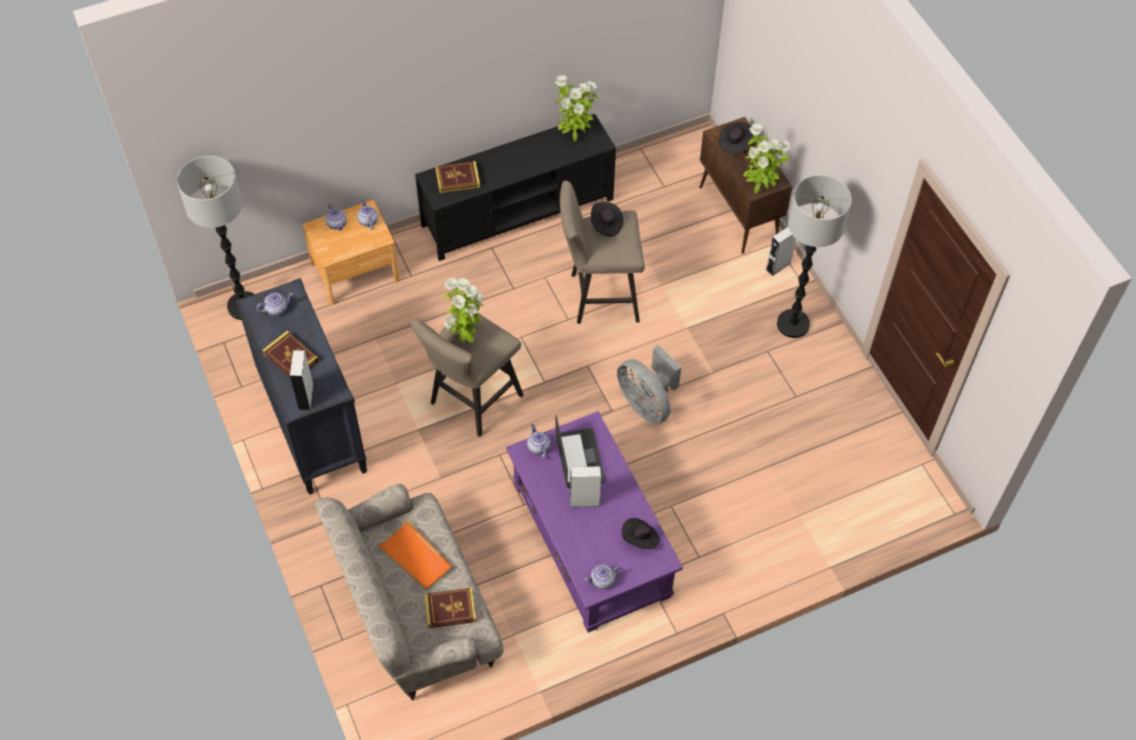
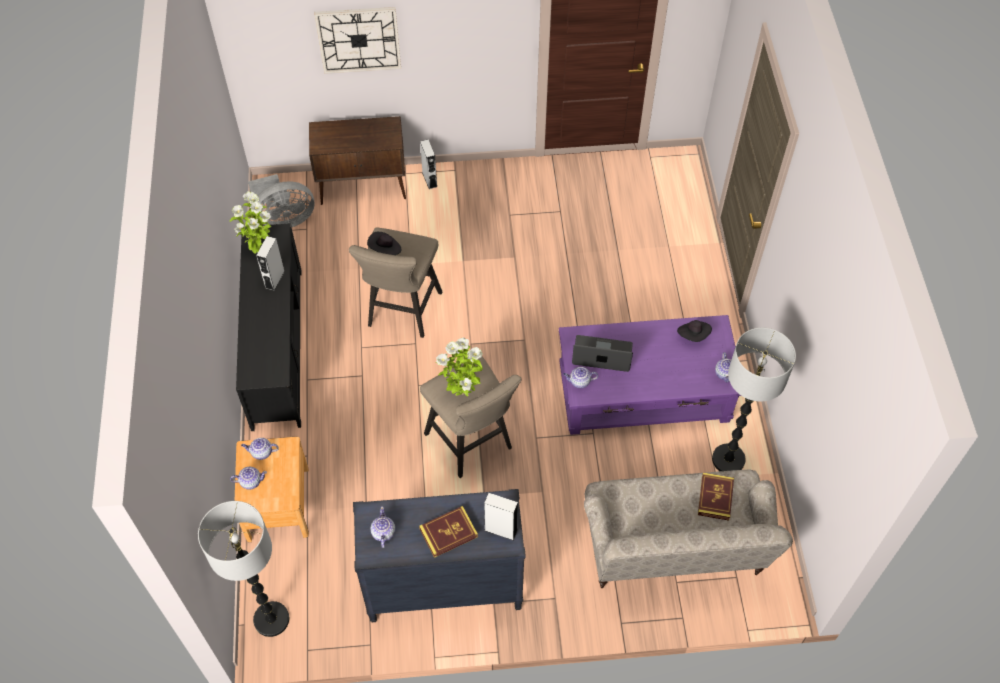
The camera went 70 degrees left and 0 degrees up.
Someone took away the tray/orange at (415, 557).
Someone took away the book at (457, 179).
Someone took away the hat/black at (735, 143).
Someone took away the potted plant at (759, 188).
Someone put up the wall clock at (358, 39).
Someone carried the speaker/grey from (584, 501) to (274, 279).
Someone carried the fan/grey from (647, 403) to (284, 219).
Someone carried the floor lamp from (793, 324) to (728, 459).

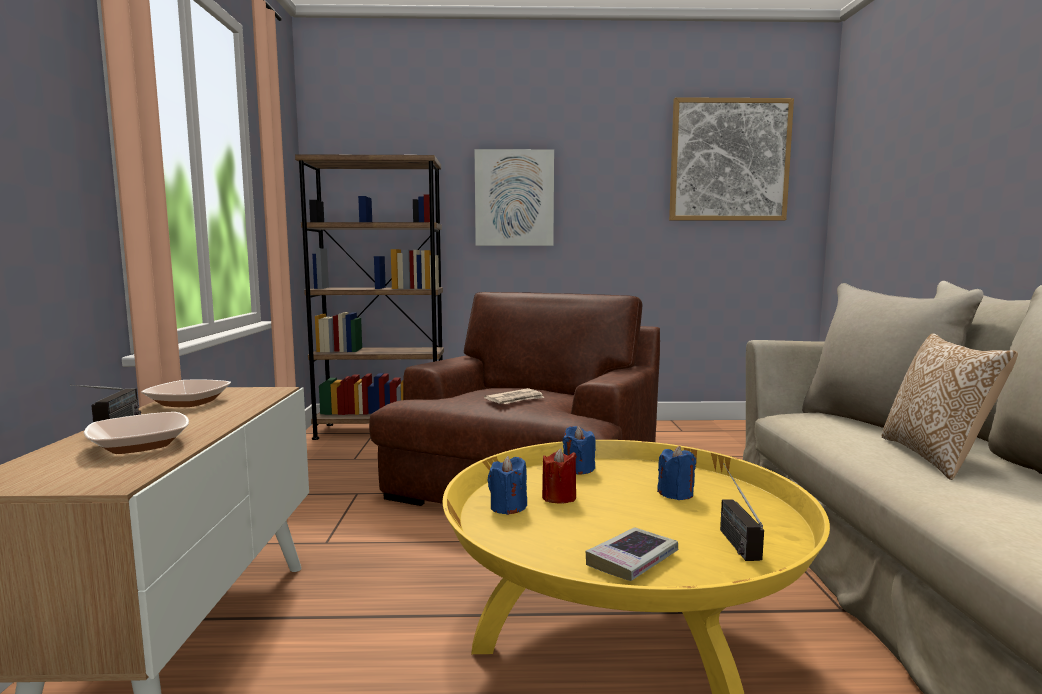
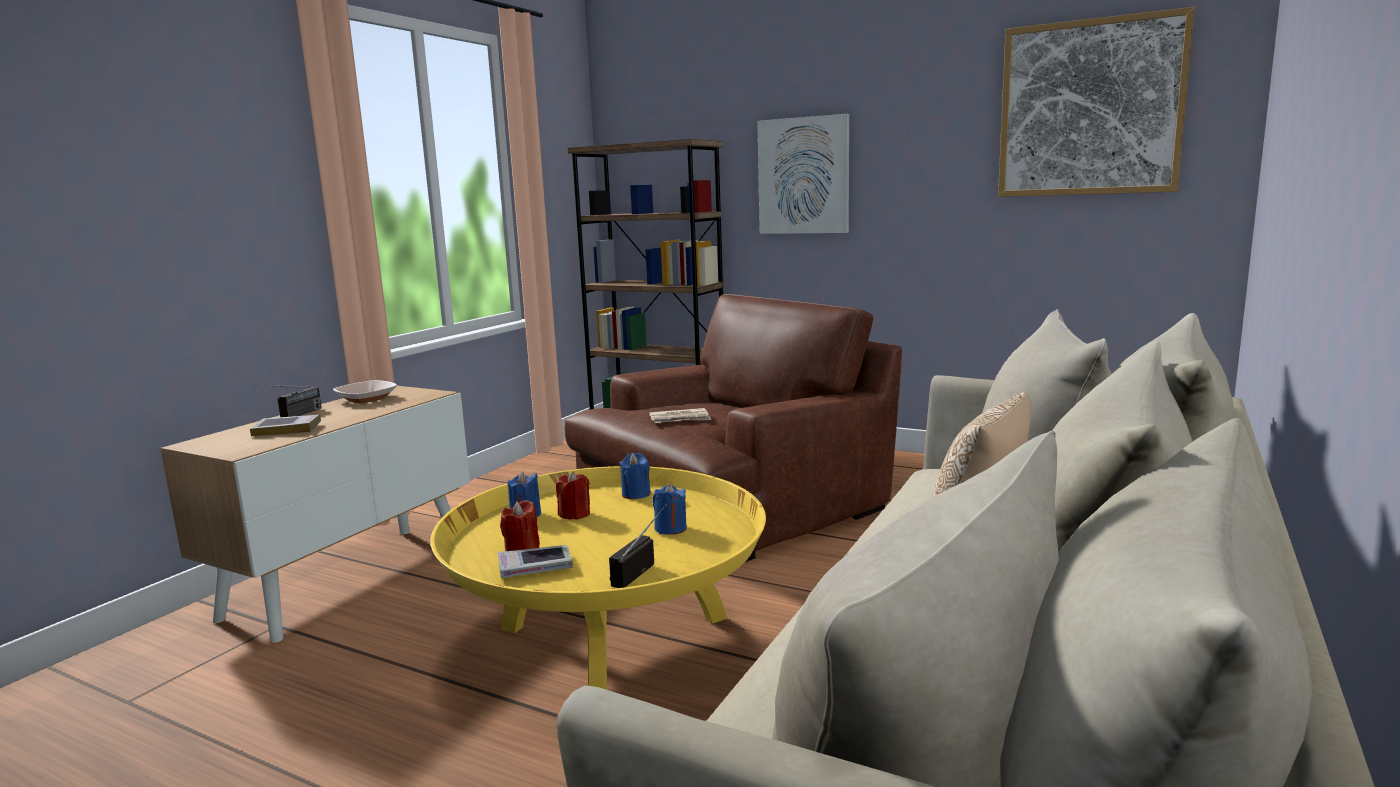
The camera went 30 degrees right and 5 degrees up.
Someone put down the candle/red at (522, 549).
Someone swapped the bowl at (140, 445) for the book at (287, 430).

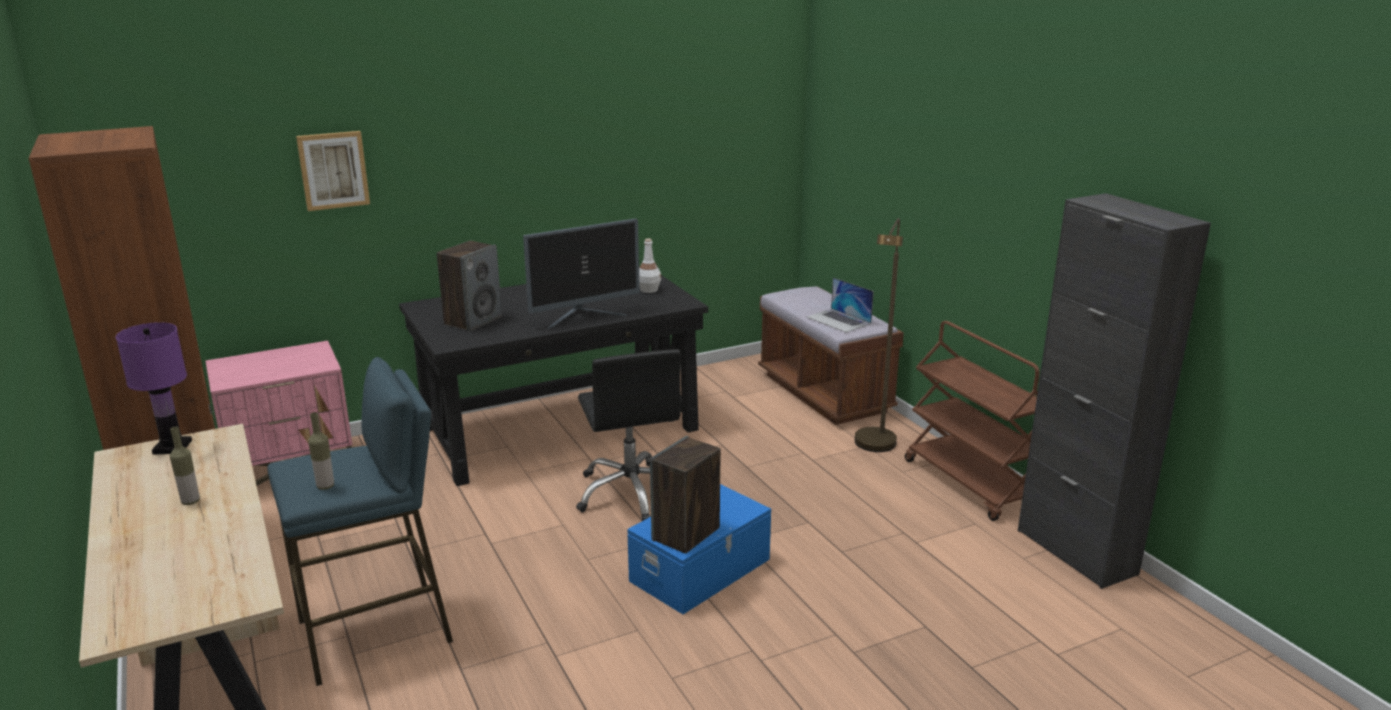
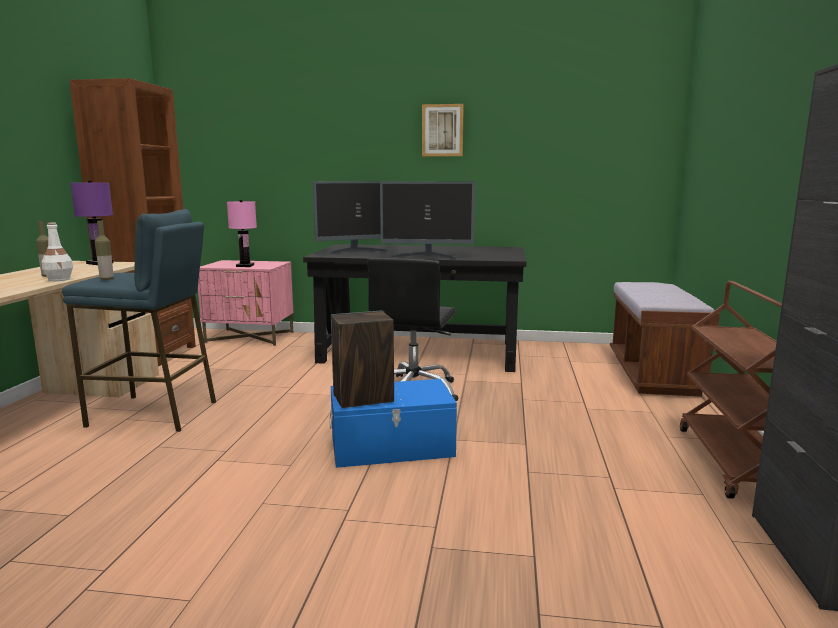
The camera went 35 degrees right and 10 degrees down.
Someone took away the laptop at (839, 320).
Someone took away the floor lamp/brown at (875, 448).
Someone put down the table lamp/pink at (245, 266).
Someone carried the picture from (333, 170) to (442, 130).
Someone carried the bottle/white from (649, 289) to (59, 279).
Someone swapped the speaker at (473, 320) for the monitor at (357, 251).

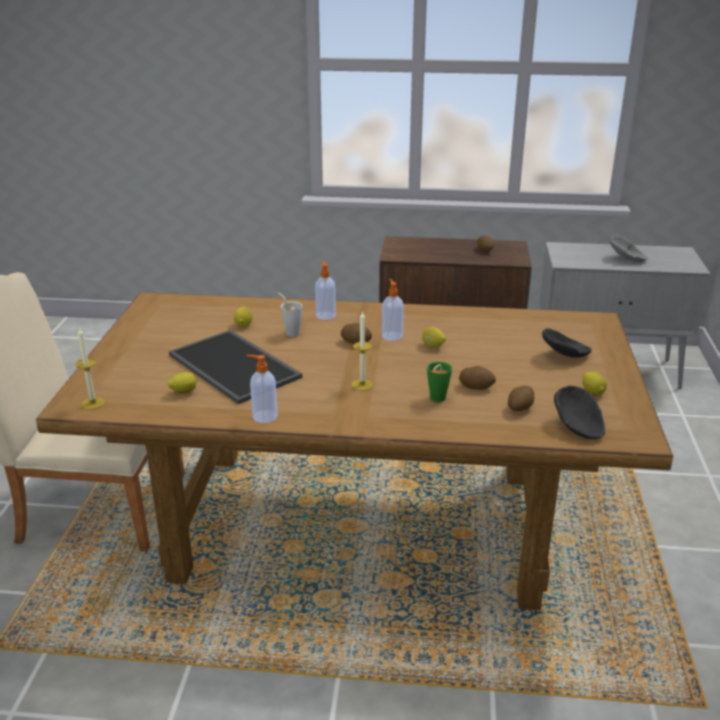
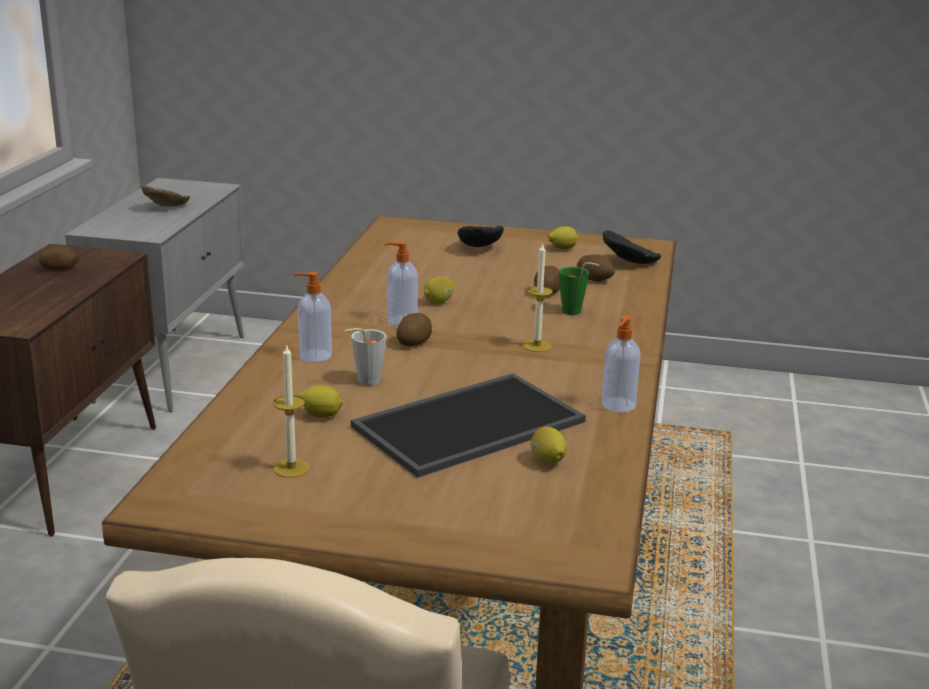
The camera went 85 degrees left and 5 degrees down.
Someone carried the candle from (93, 403) to (291, 468).
Someone repainted the bowl/grey at (627, 259), which became the bowl/brown at (169, 207).

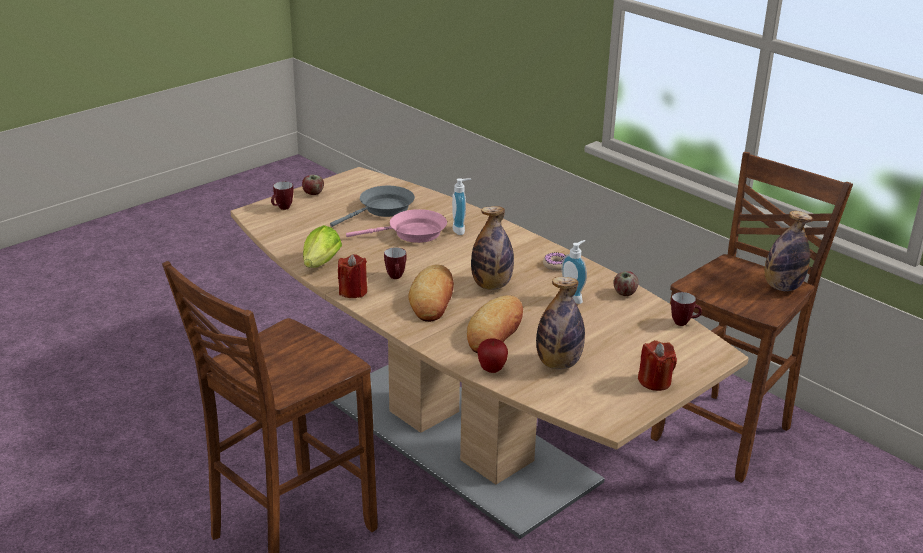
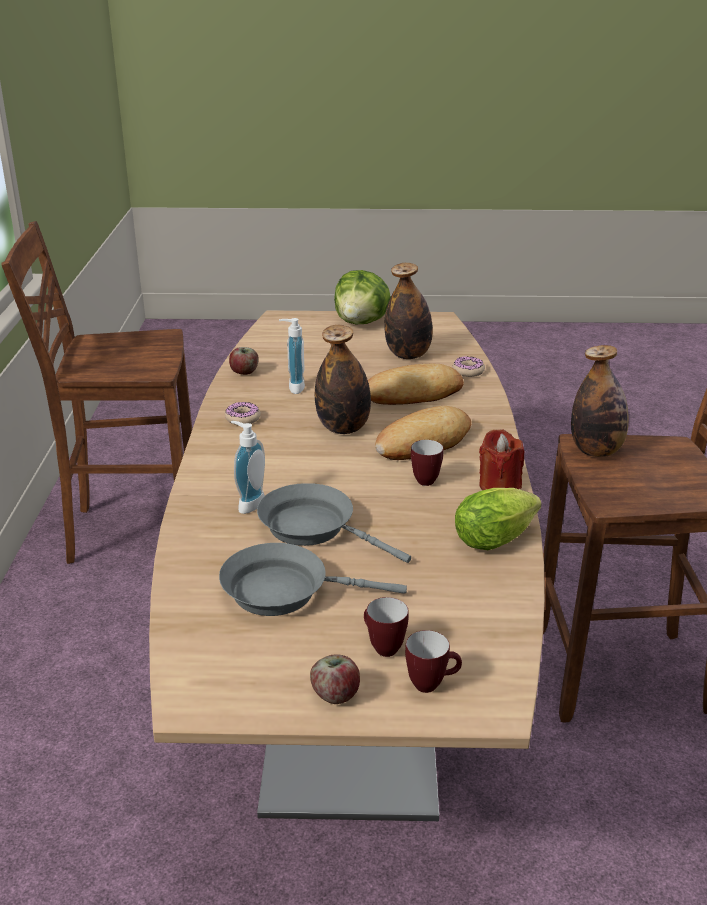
The camera went 135 degrees left and 0 degrees up.
Someone carried the mug from (684, 323) to (381, 647).
Someone carried the bottle from (782, 287) to (596, 451).
Someone swapped the apple at (491, 369) for the donut at (468, 371).
Someone swapped the candle/red at (654, 381) for the lettuce at (361, 323).
Someone repainted the frying pan/pink at (412, 233), which became the frying pan/grey at (314, 528).

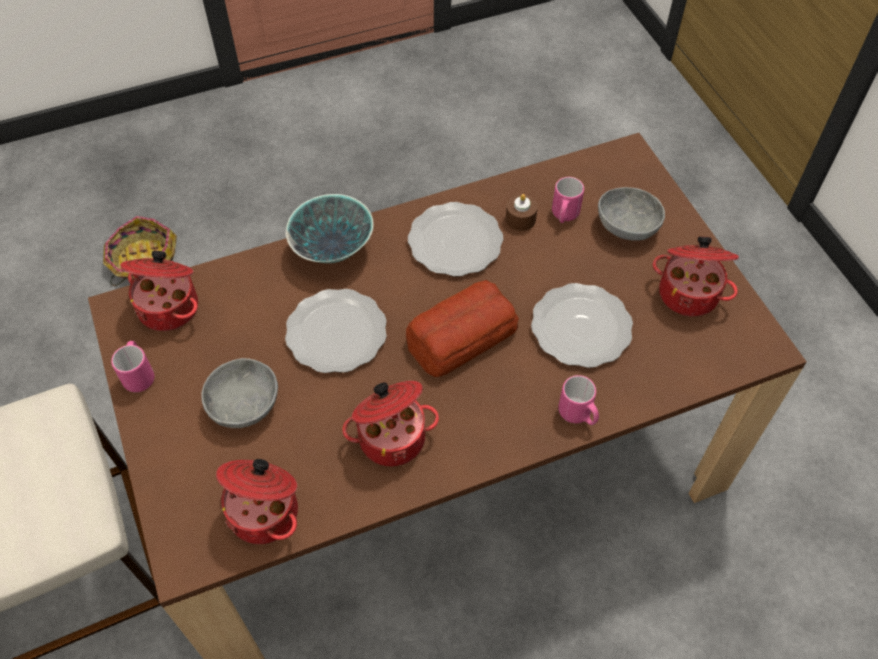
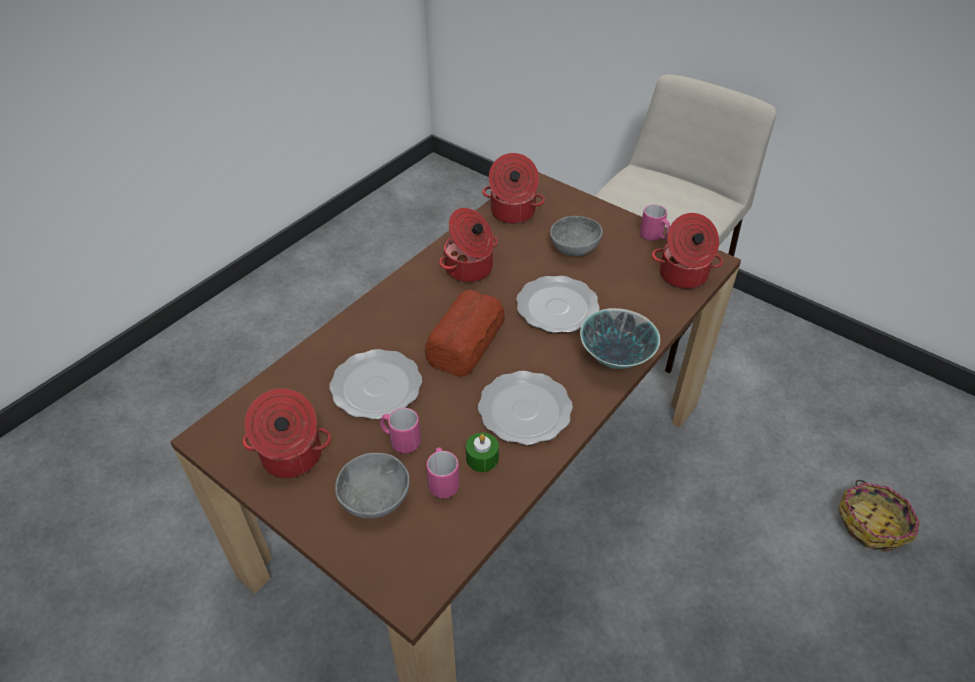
The camera went 150 degrees right and 10 degrees down.
Someone carried the mug/pink from (578, 415) to (401, 441).
Someone repainted the candle/brown at (520, 219), which became the candle/green at (482, 458).

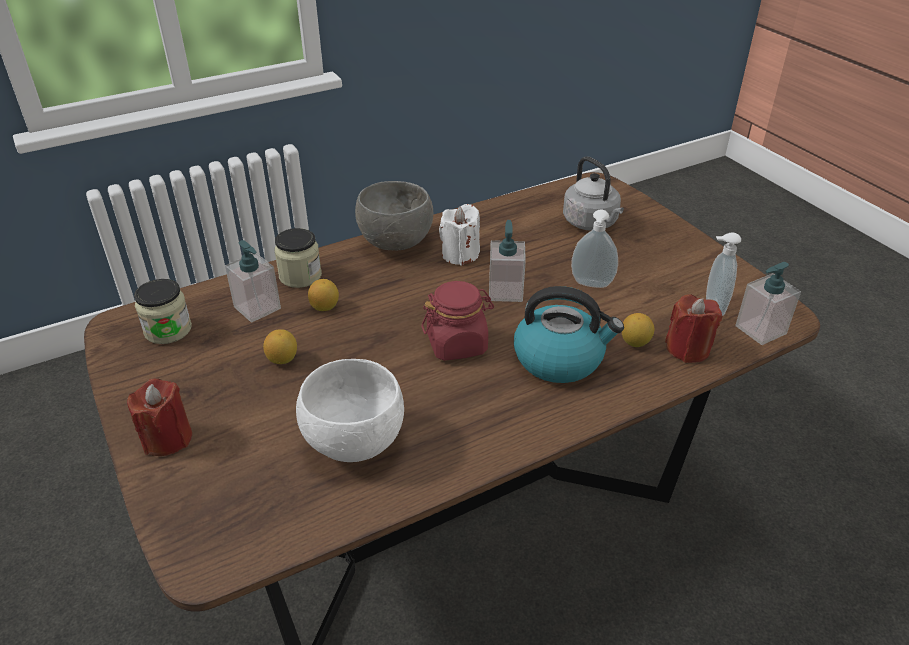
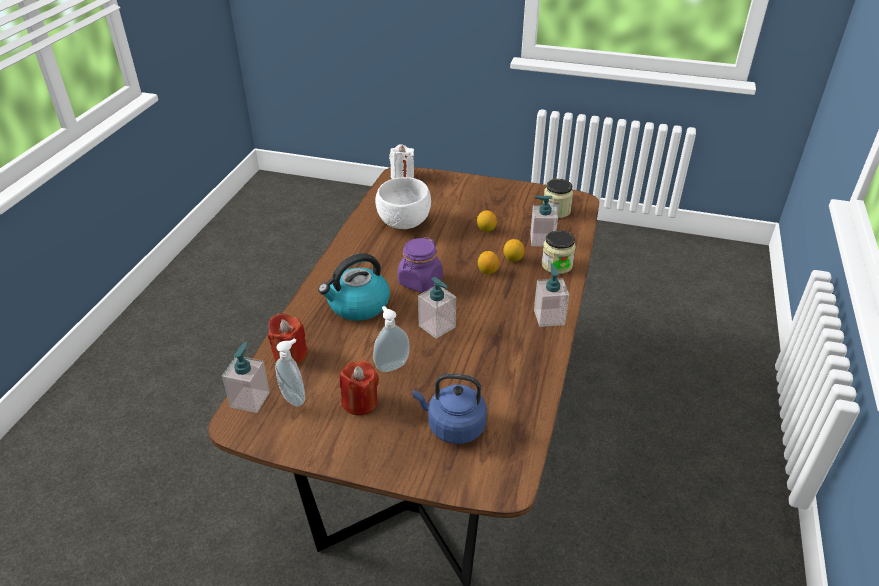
The camera went 135 degrees right and 0 degrees up.
Someone carried the candle/red from (167, 438) to (360, 402).
Someone carried the candle/white from (460, 255) to (402, 176).
Someone carried the lemon from (635, 342) to (487, 271).
Someone swapped the bowl/grey at (397, 243) for the soap dispenser at (549, 317).
Someone repainted the jar/red at (457, 344), which became the jar/purple at (420, 281).
Someone repainted the kettle/grey at (592, 223), which became the kettle/blue at (453, 427).

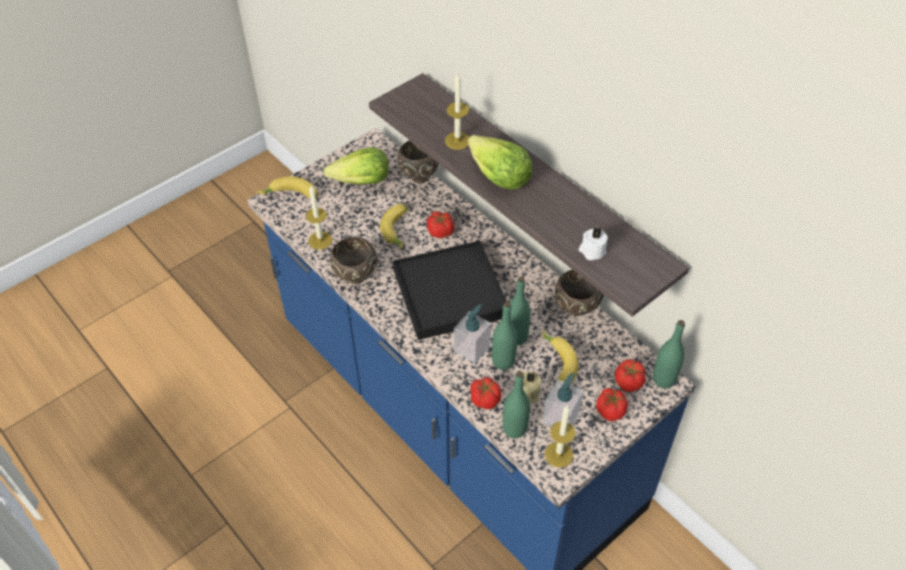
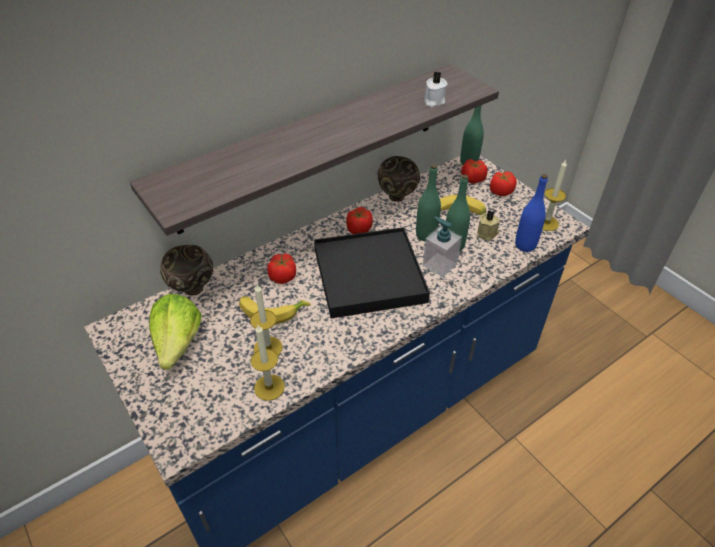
The camera went 85 degrees left and 5 degrees down.
Someone took away the banana at (291, 197).
Someone took away the bowl/brown at (355, 278).
Someone took away the lettuce at (498, 176).
Someone took away the soap dispenser at (561, 417).
Someone carried the candle from (457, 140) to (268, 348).
Someone carried the tomato from (485, 399) to (359, 229).
Someone repainted the bottle/green at (514, 428), which became the bottle/blue at (525, 245).

